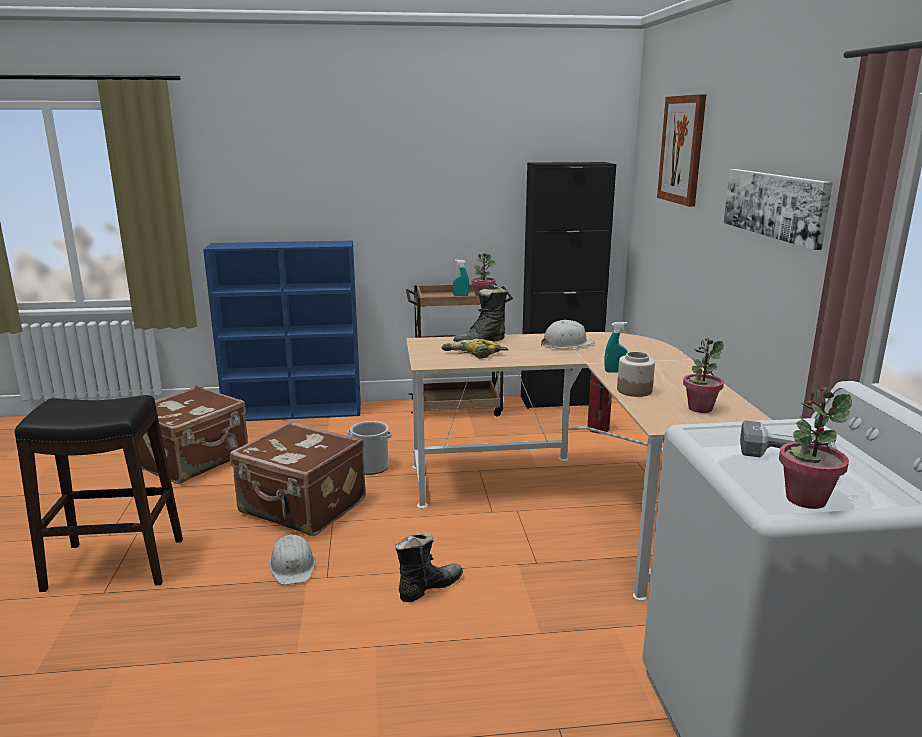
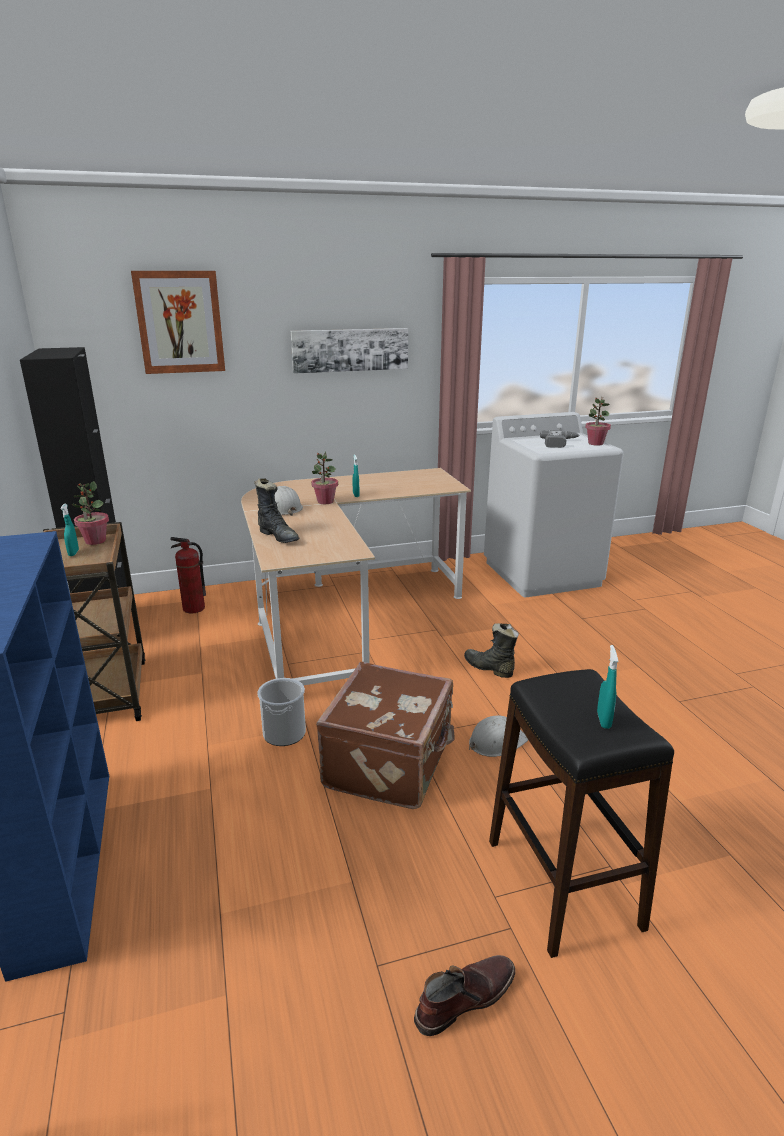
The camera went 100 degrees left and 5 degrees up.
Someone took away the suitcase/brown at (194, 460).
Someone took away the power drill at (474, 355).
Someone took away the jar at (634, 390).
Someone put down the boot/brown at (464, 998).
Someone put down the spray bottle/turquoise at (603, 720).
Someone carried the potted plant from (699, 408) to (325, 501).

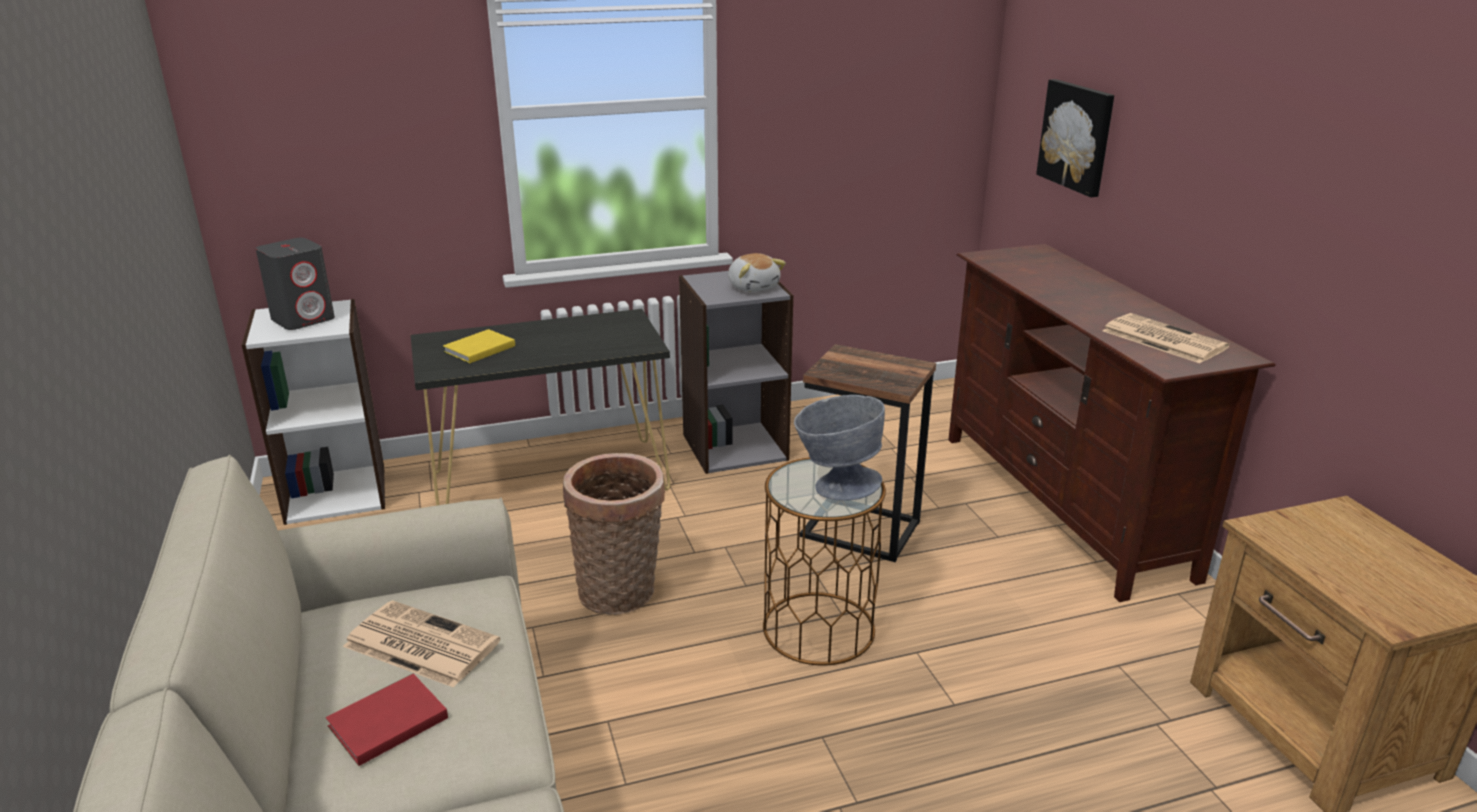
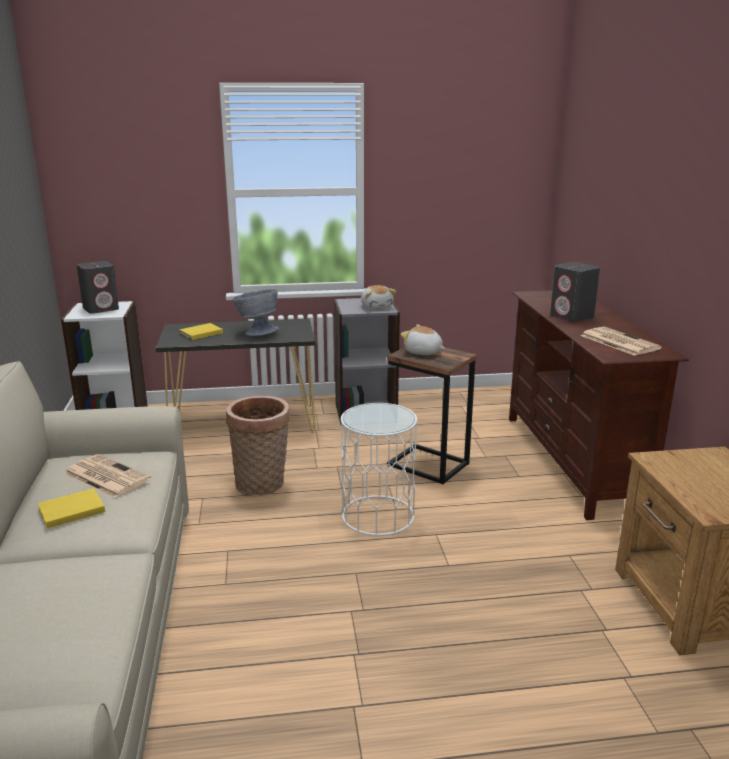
The camera went 10 degrees right and 5 degrees down.
Someone took away the picture at (1077, 136).
Someone put down the plush toy at (423, 352).
Someone put down the speaker/grey at (572, 316).
Someone carried the bowl/grey from (836, 486) to (257, 333).
Someone repainted the book/red at (385, 722), which became the book/yellow at (70, 510).
Someone repainted the side table/brown at (819, 628), which became the side table/white at (378, 515).

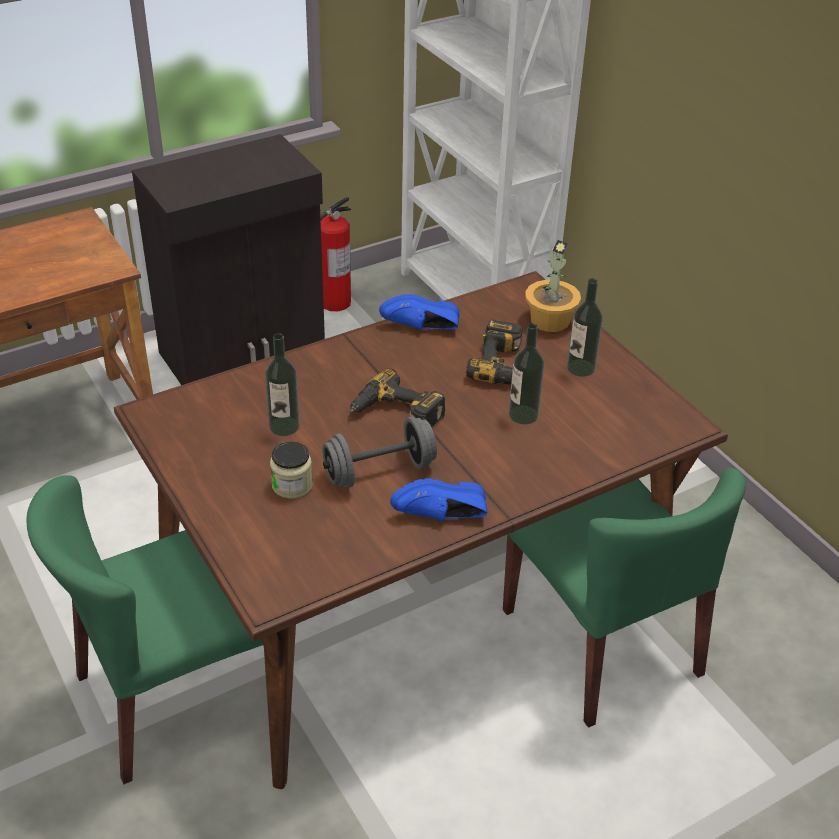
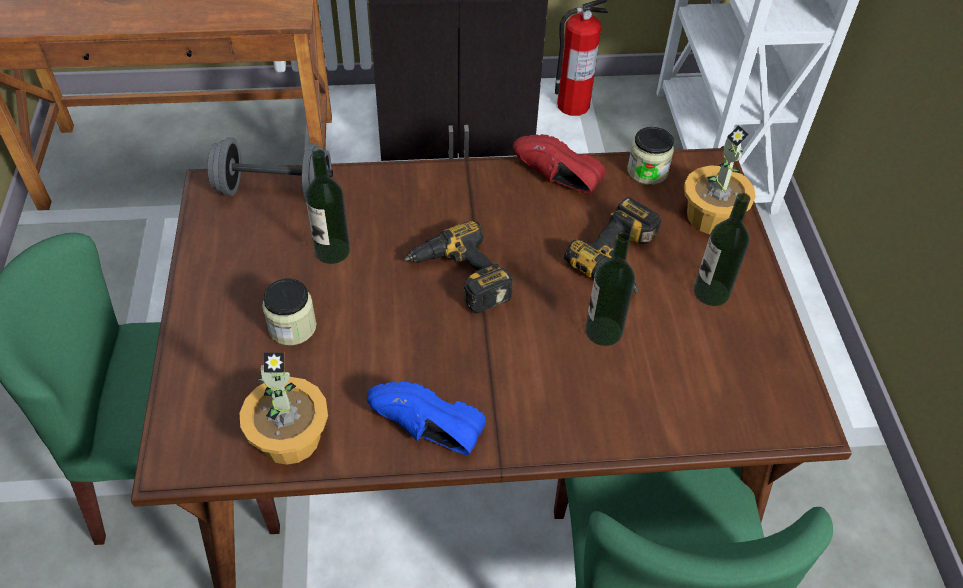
The camera went 25 degrees right and 10 degrees up.
Someone put down the potted plant at (290, 436).
Someone put down the jar at (647, 171).
Someone carried the dumbbell/grey from (379, 471) to (274, 190).
Someone repainted the shoe/blue at (421, 328), which became the shoe/red at (555, 180).

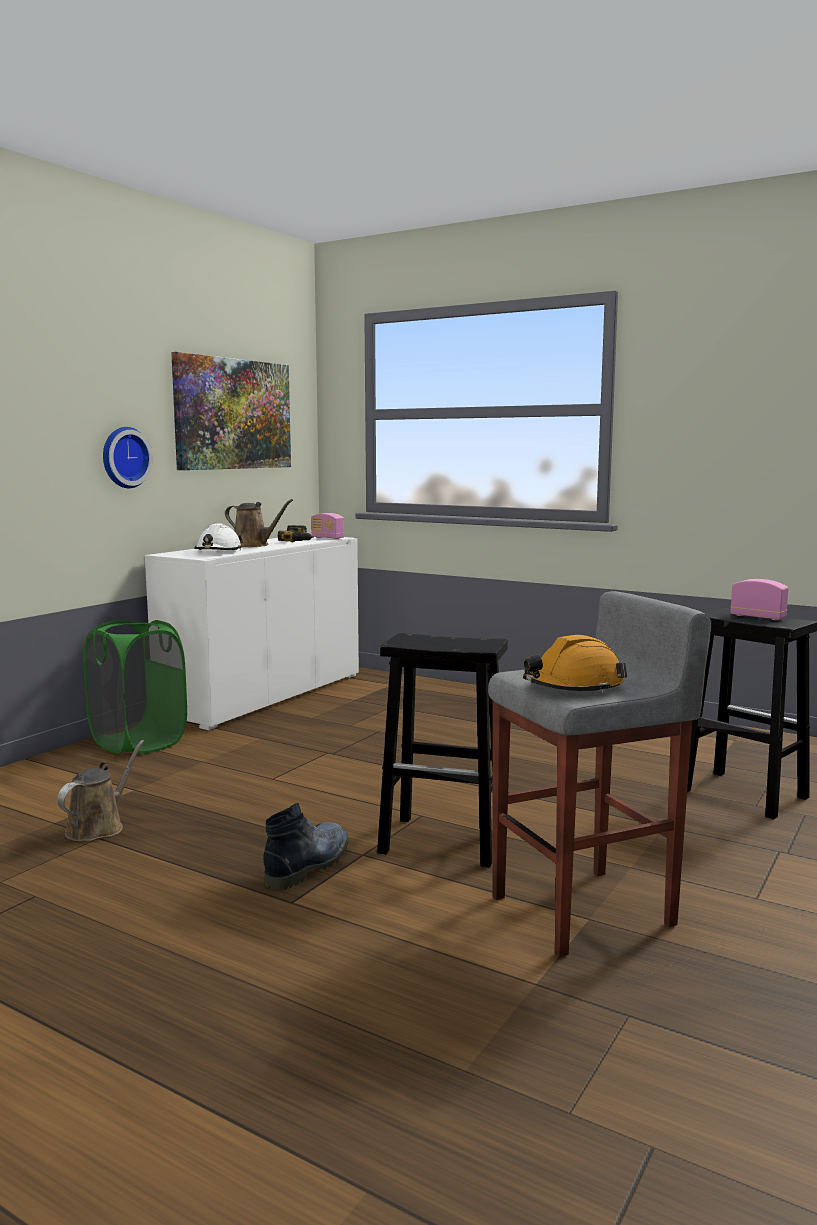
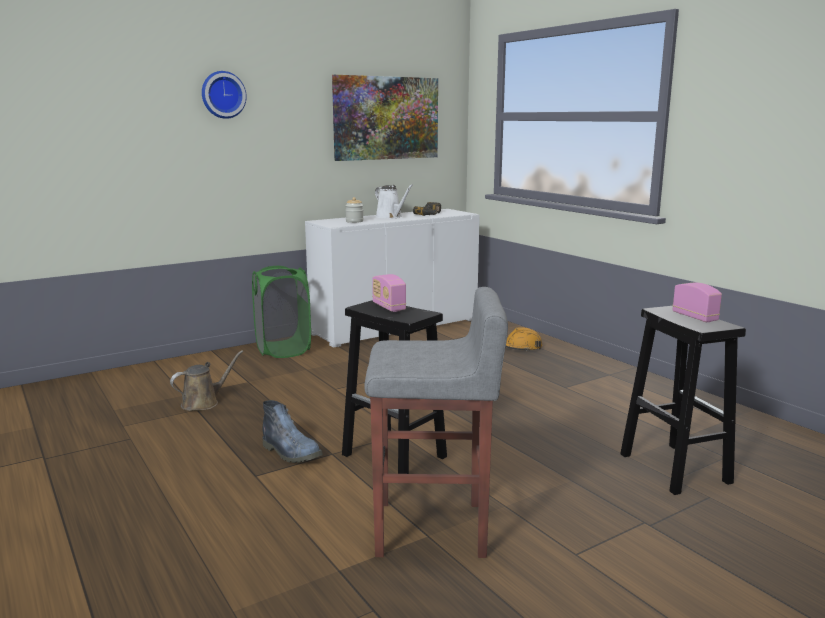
The camera went 25 degrees right and 5 degrees up.
Someone carried the wall clock from (124, 457) to (222, 95).
Someone carried the radio from (327, 538) to (388, 307).
Someone carried the hard hat/orange from (573, 687) to (521, 347).
Someone swapped the hard hat/white at (218, 552) for the jar at (354, 221).
Someone repainted the watering can/brown at (253, 545), which became the watering can/white at (390, 217).
Someone rotated the boot at (309, 864) by 75 degrees clockwise.

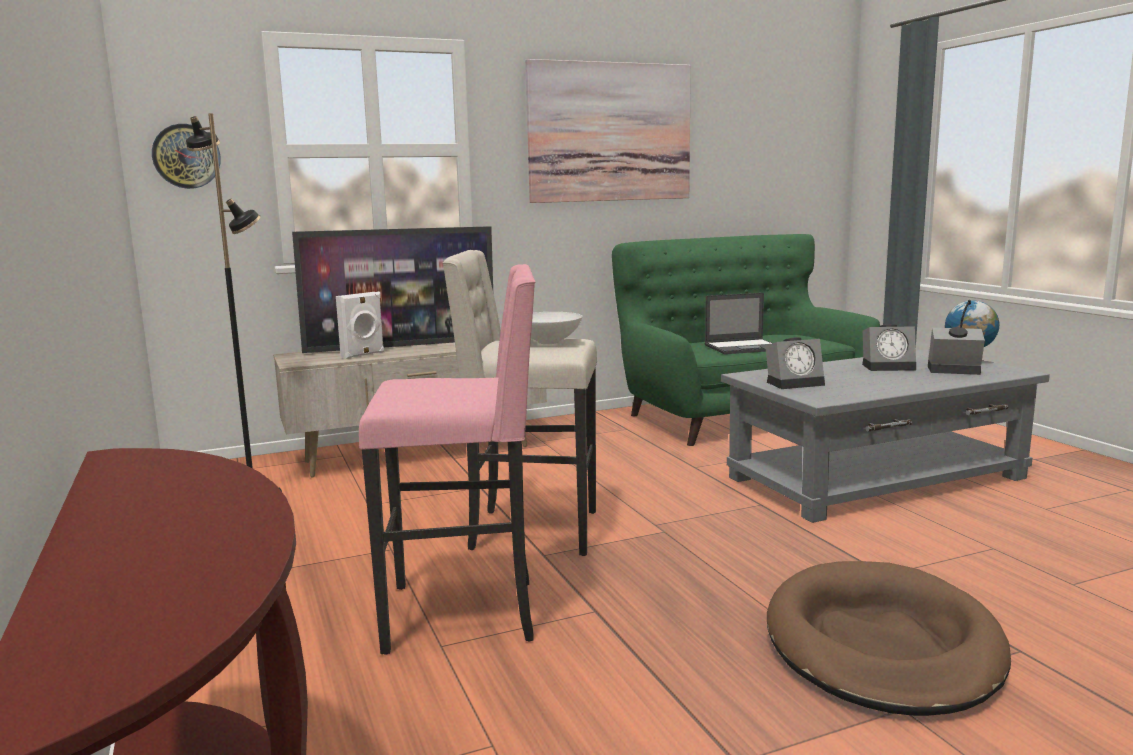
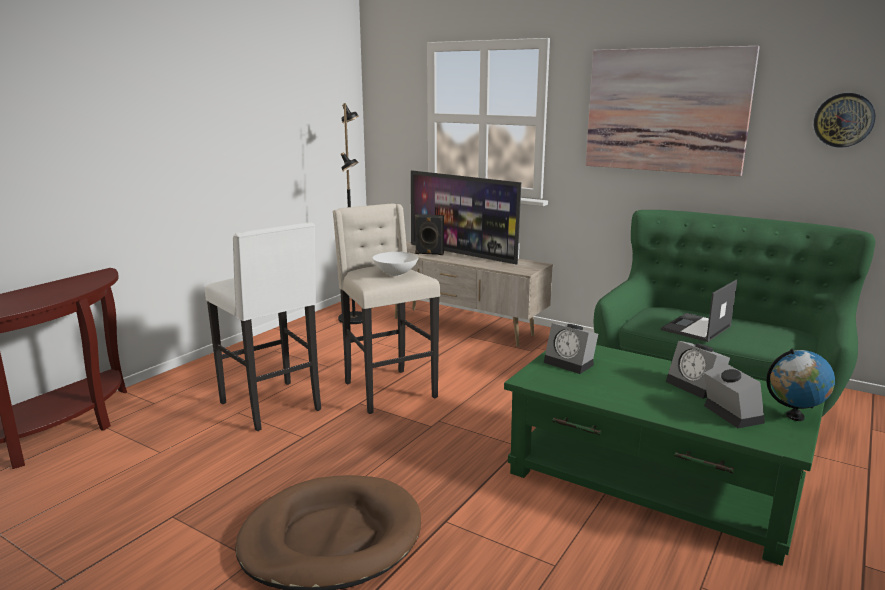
The camera went 55 degrees right and 5 degrees up.
Someone carried the wall clock from (186, 156) to (844, 120).
Someone repainted the speaker/white at (363, 355), which became the speaker/black at (429, 254).
Someone repainted the stool/pink at (465, 614), which became the stool/white at (273, 407).
Someone repainted the coffee table/grey at (877, 478), which became the coffee table/green at (652, 482).
Someone rotated the laptop at (744, 347) by 90 degrees clockwise.

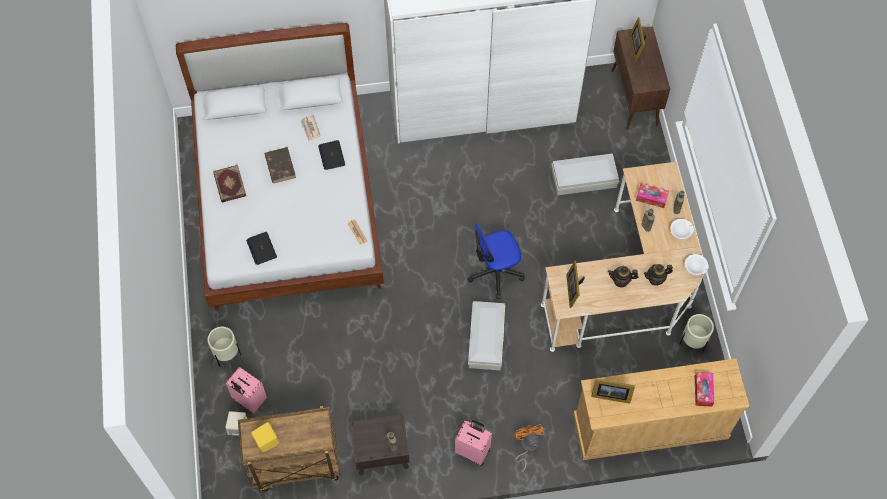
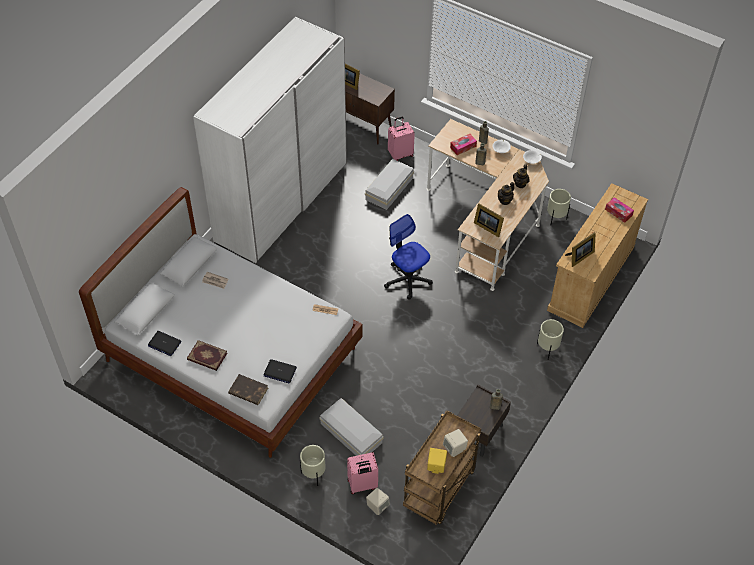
The camera went 50 degrees left and 10 degrees down.
Someone put down the speaker/beige at (454, 448).
Someone carried the book/brown from (280, 166) to (248, 391).
Someone carried the laptop from (331, 155) to (164, 343).
Someone carried the suitcase/pink from (473, 450) to (400, 154).
Someone carried the storage box/white from (485, 340) to (351, 434).
Someone swapped the fan/orange at (527, 446) for the planter/beige at (547, 349).
Someone rotated the office chair at (495, 272) by 120 degrees clockwise.

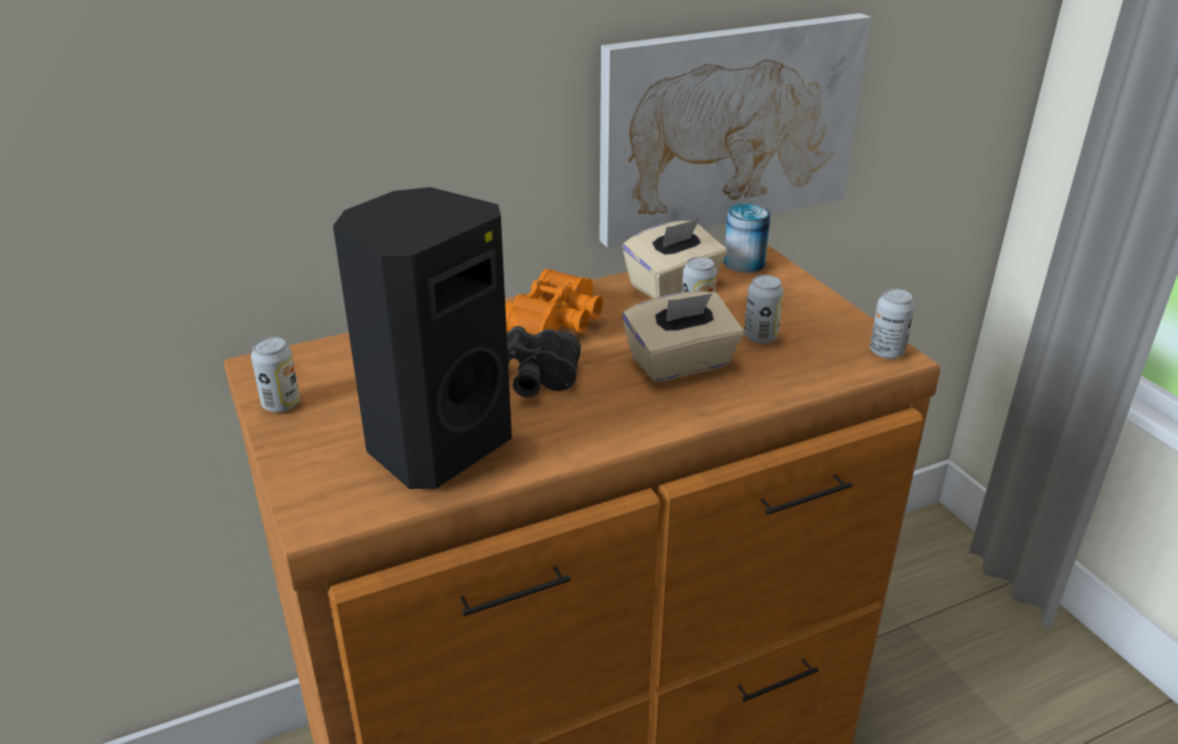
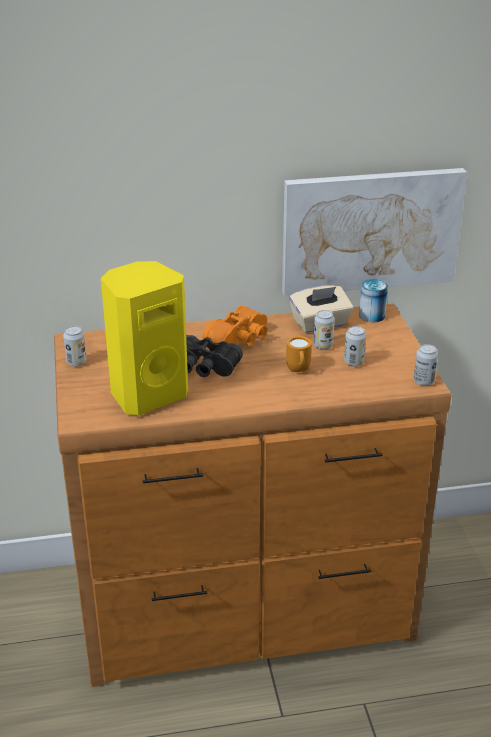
The camera went 15 degrees right and 0 degrees up.
Someone swapped the tissue box/beige at (681, 363) for the mug/orange at (298, 371).
Someone repainted the speaker/black at (436, 445), which became the speaker/yellow at (147, 395).

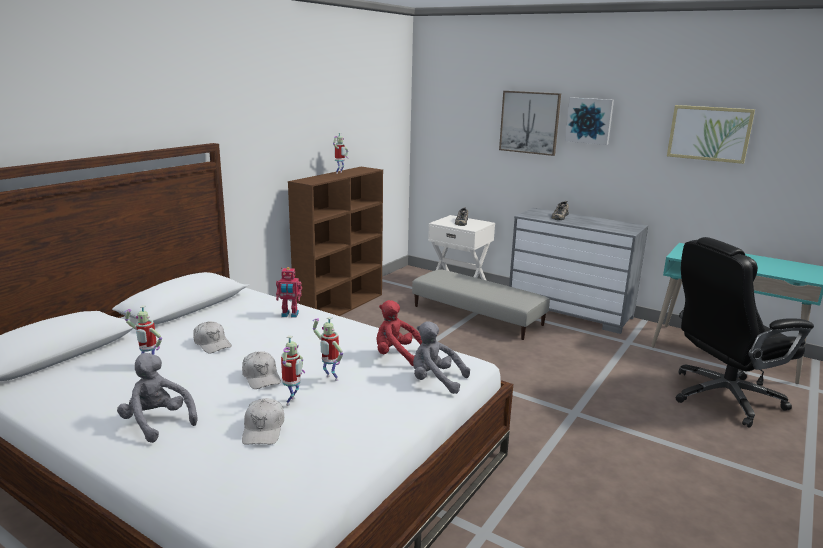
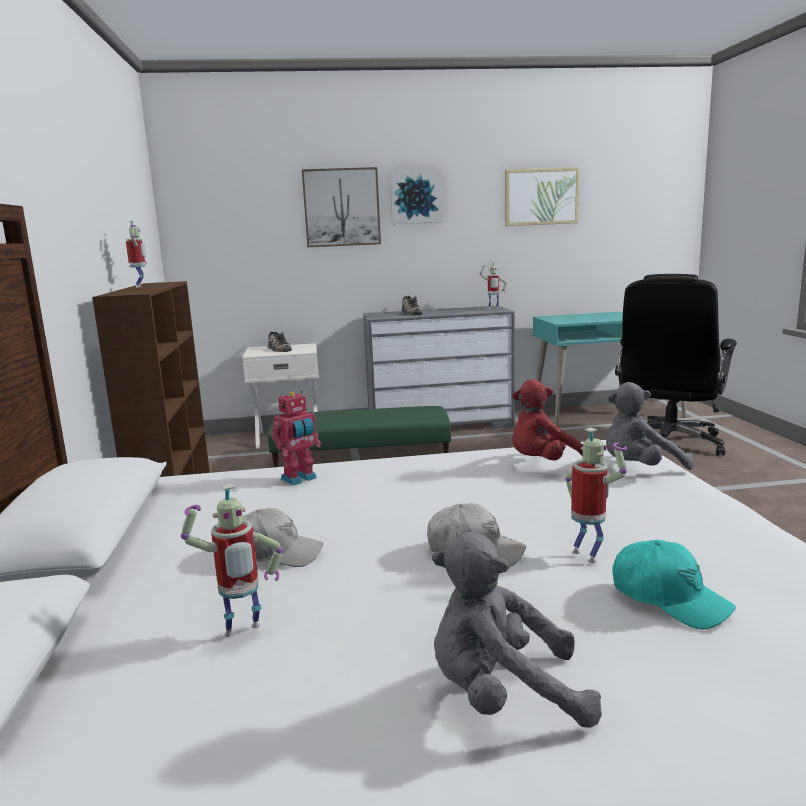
The camera went 40 degrees left and 5 degrees down.
Someone carried the toy robot from (330, 379) to (493, 308).
Someone repainted the cap/white at (263, 429), which became the cap/turquoise at (669, 598).
Someone repainted the ottoman/grey at (477, 315), which became the ottoman/green at (361, 455).

